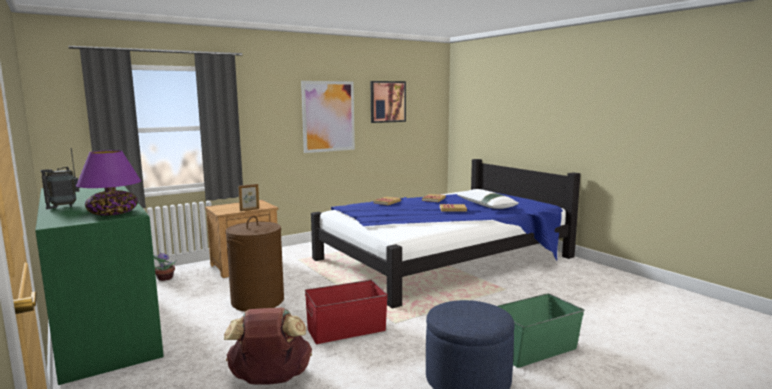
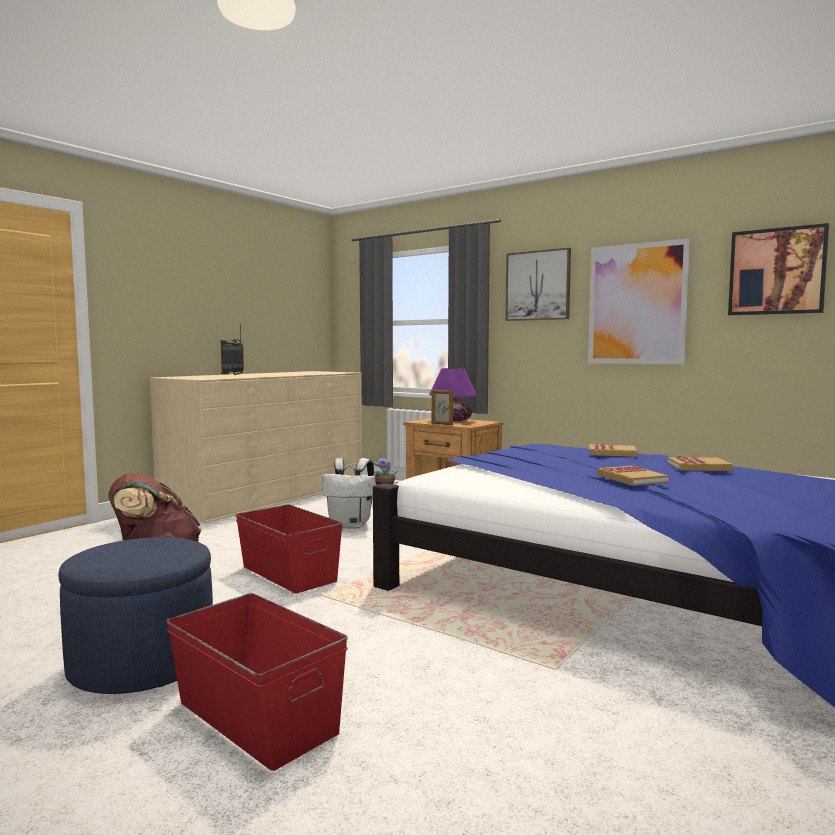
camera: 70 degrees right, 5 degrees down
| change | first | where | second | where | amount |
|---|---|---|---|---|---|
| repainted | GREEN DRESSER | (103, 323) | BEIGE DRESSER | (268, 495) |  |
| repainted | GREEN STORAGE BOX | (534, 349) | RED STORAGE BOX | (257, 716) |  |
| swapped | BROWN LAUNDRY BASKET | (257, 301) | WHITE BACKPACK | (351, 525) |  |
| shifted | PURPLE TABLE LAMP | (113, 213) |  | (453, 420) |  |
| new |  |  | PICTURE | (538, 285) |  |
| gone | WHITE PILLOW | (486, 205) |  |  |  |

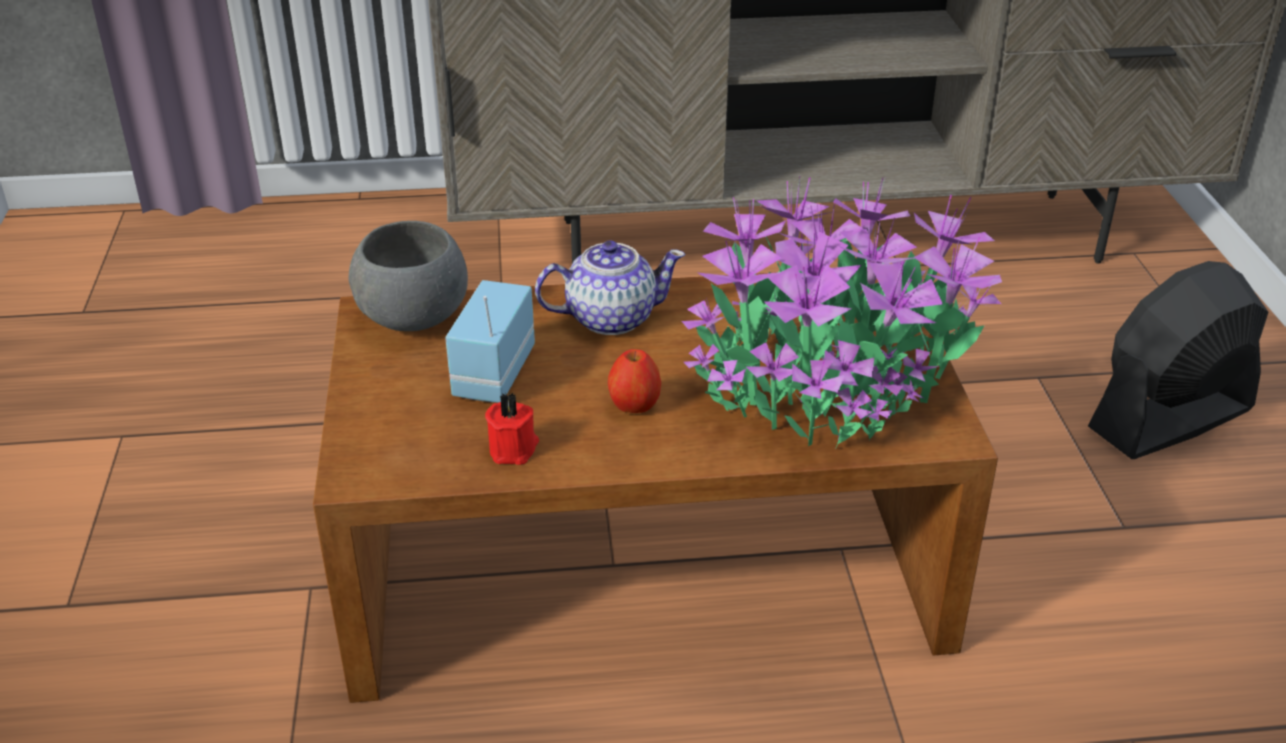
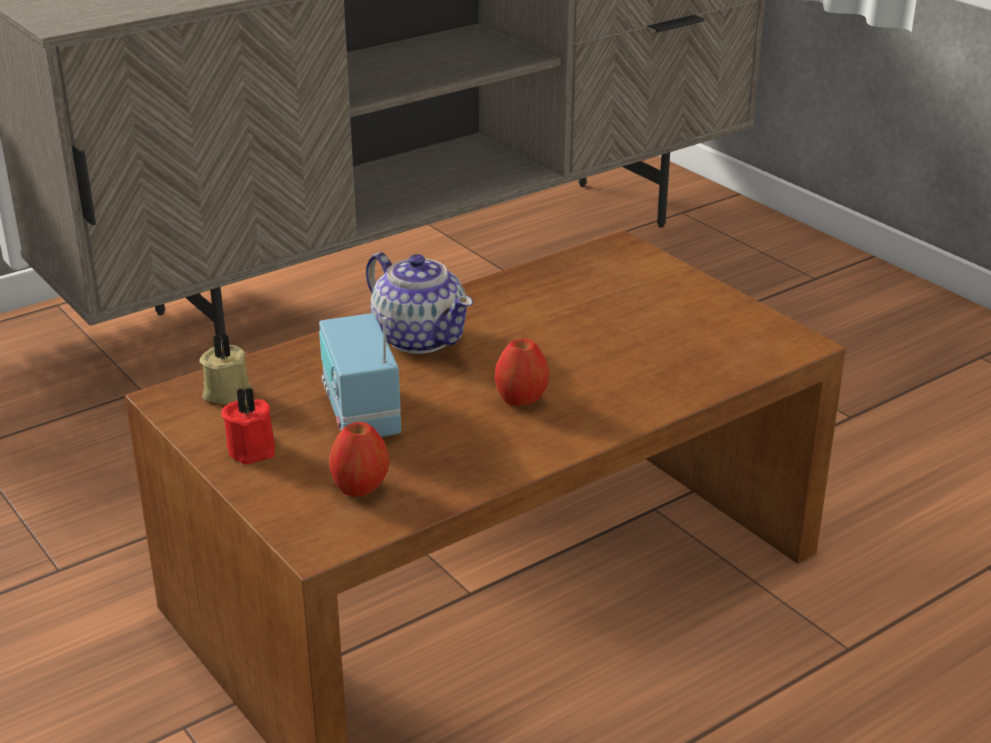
camera: 30 degrees left, 5 degrees down
| change | first | where | second | where | amount |
|---|---|---|---|---|---|
| swapped | GREY BOWL | (412, 319) | BEIGE CANDLE | (226, 392) |  |
| shifted | RED CANDLE | (514, 449) |  | (253, 448) |  |
| new |  |  | APPLE | (360, 489) |  |
| rotated | TEAPOT | (609, 318) |  | (419, 337) | 90 degrees clockwise |
| gone | POTTED PLANT | (829, 386) |  |  |  |
| gone | BLACK FAN | (1169, 419) |  |  |  |

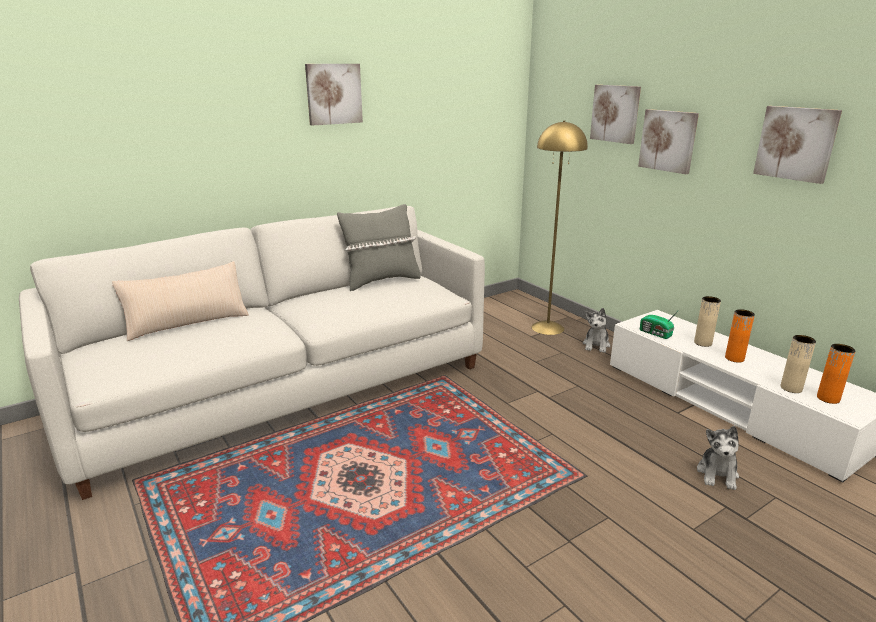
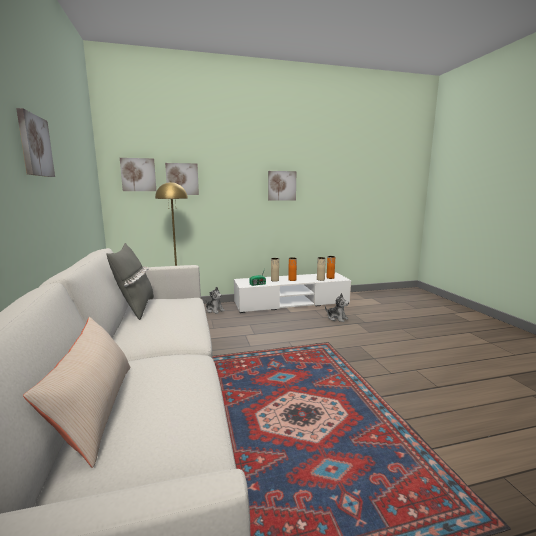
camera: 70 degrees left, 10 degrees down
| change | first | where | second | where | amount |
|---|---|---|---|---|---|
| shifted | PICTURE | (668, 141) |  | (138, 174) |  |

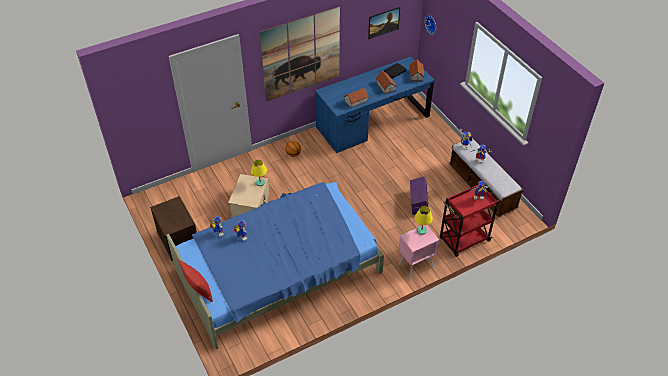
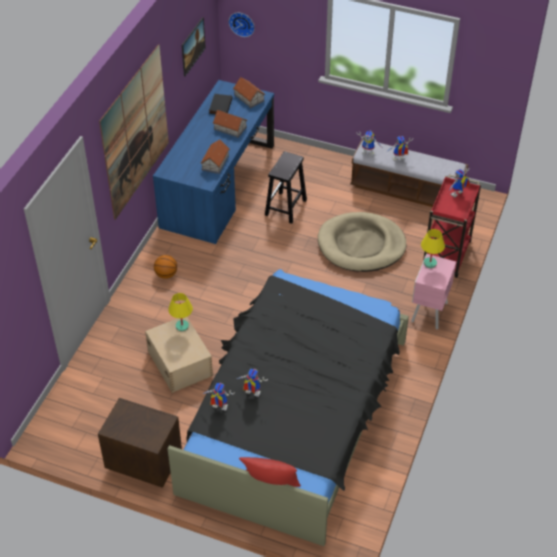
camera: 40 degrees left, 0 degrees up
| change | first | where | second | where | amount |
|---|---|---|---|---|---|
| repainted | BLUE BED | (280, 270) | BLACK BED | (296, 412) |  |
| new |  |  | BLACK STOOL | (285, 208) |  |
| swapped | PURPLE STORAGE BOX | (418, 202) | BEIGE DOG BED | (361, 245) |  |

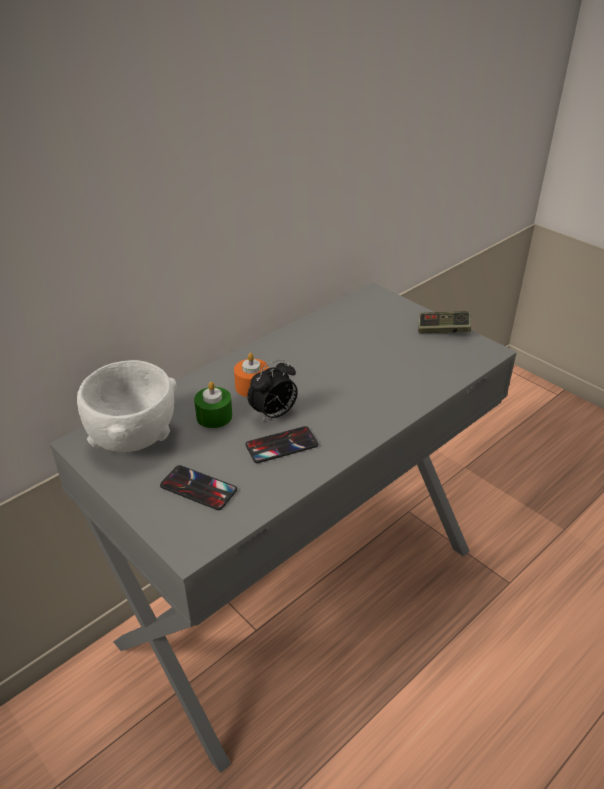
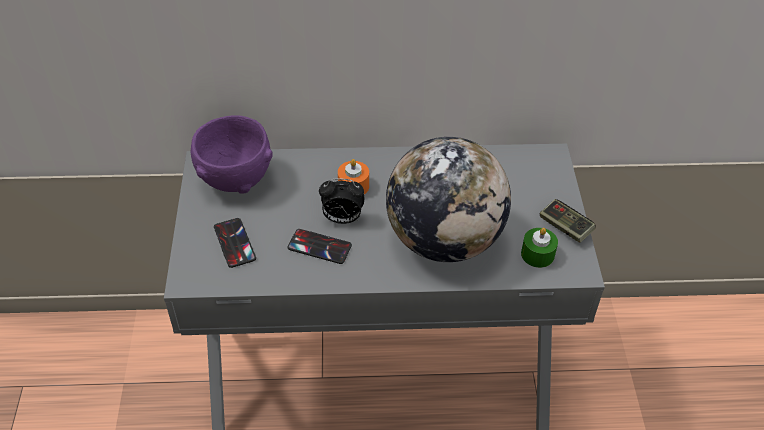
camera: 40 degrees right, 10 degrees up
| change | first | where | second | where | amount |
|---|---|---|---|---|---|
| repainted | WHITE BOWL | (133, 438) | PURPLE BOWL | (235, 179) |  |
| new |  |  | GLOBE | (444, 240) |  |
| shifted | GREEN CANDLE | (214, 416) |  | (537, 254) |  |

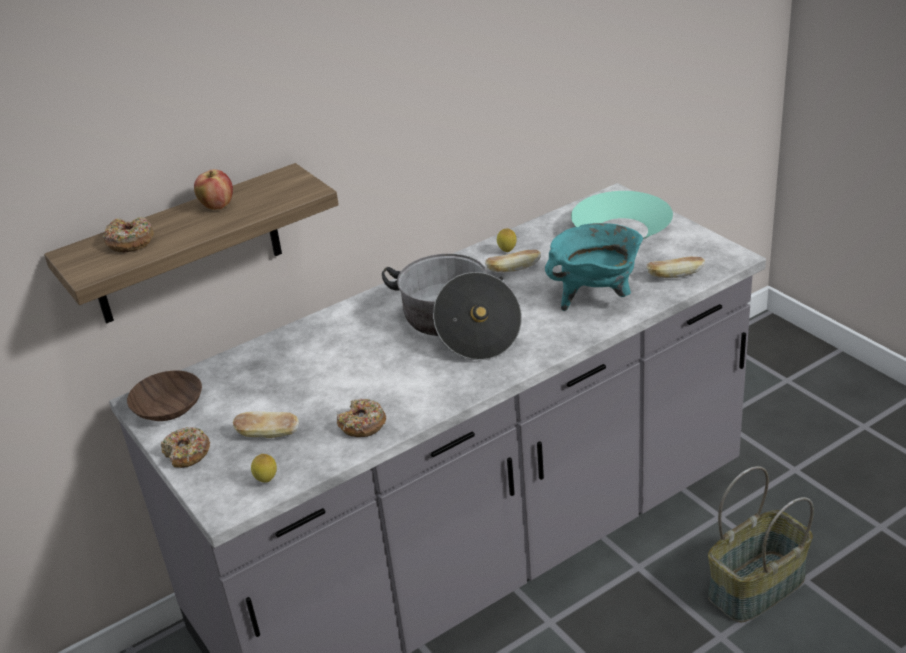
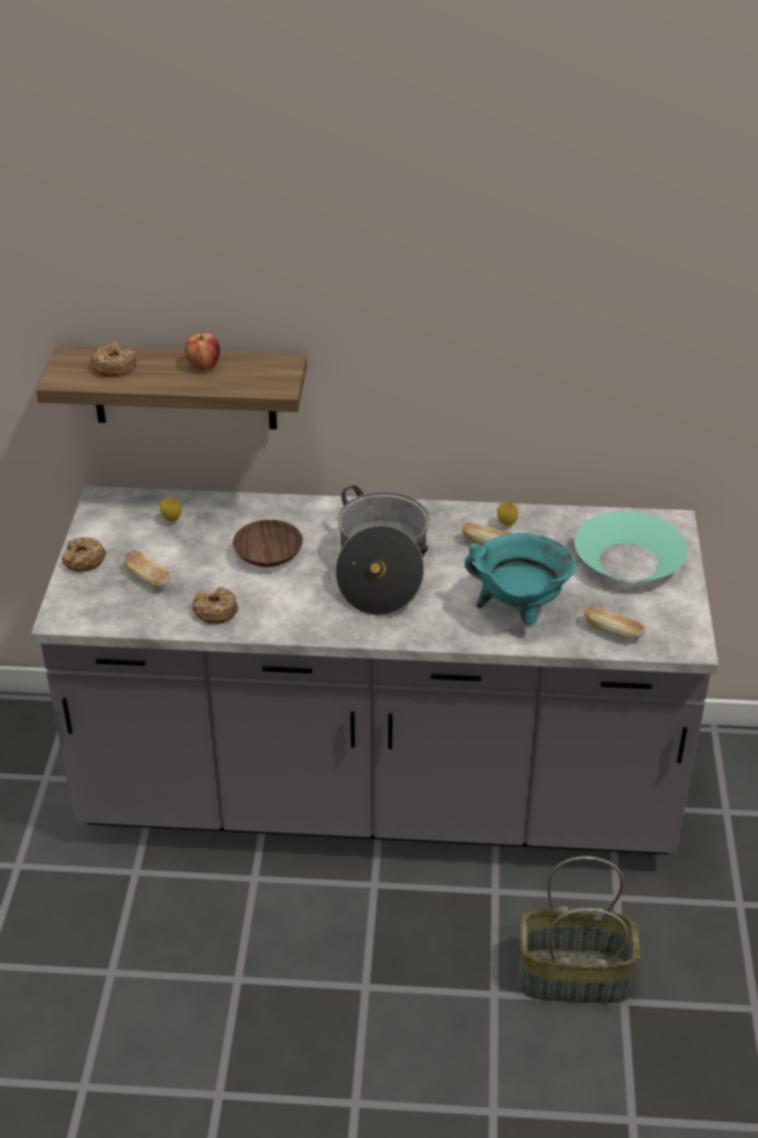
camera: 35 degrees right, 5 degrees up
| change | first | where | second | where | amount |
|---|---|---|---|---|---|
| shifted | LEMON | (267, 481) |  | (171, 521) |  |
| shifted | BROWN BOWL | (167, 407) |  | (268, 554) |  |

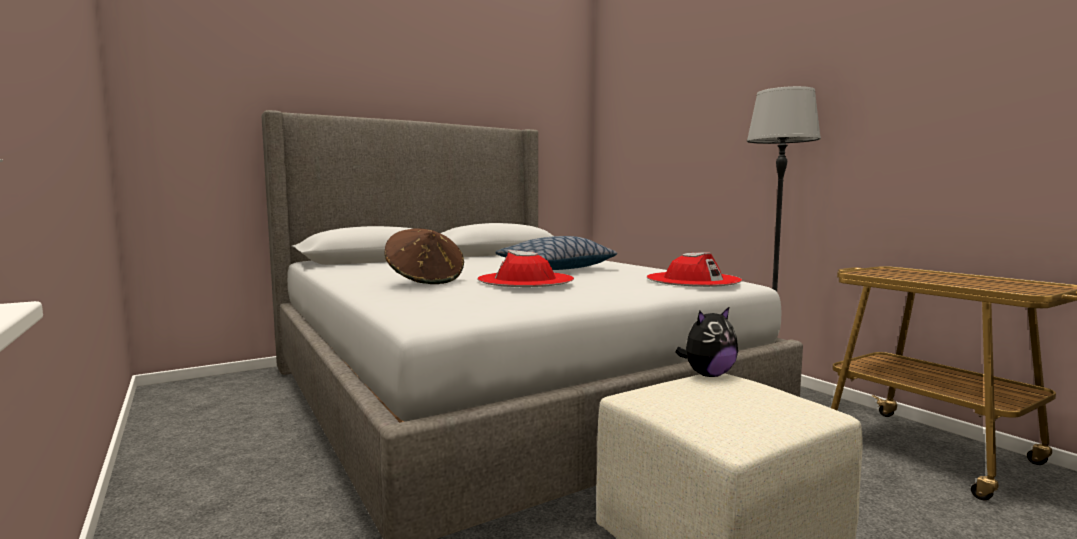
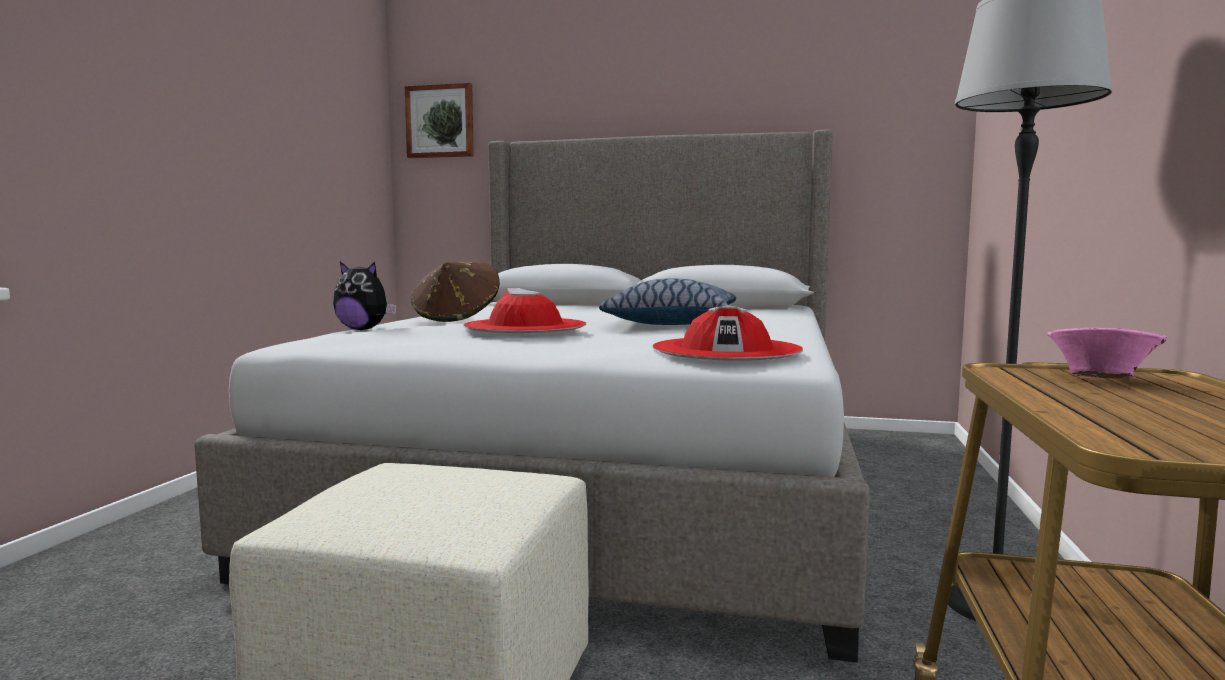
camera: 45 degrees right, 0 degrees up
| change | first | where | second | where | amount |
|---|---|---|---|---|---|
| shifted | PLUSH TOY | (708, 375) |  | (363, 329) |  |
| new |  |  | PICTURE | (440, 121) |  |
| new |  |  | PINK BOWL | (1099, 379) |  |

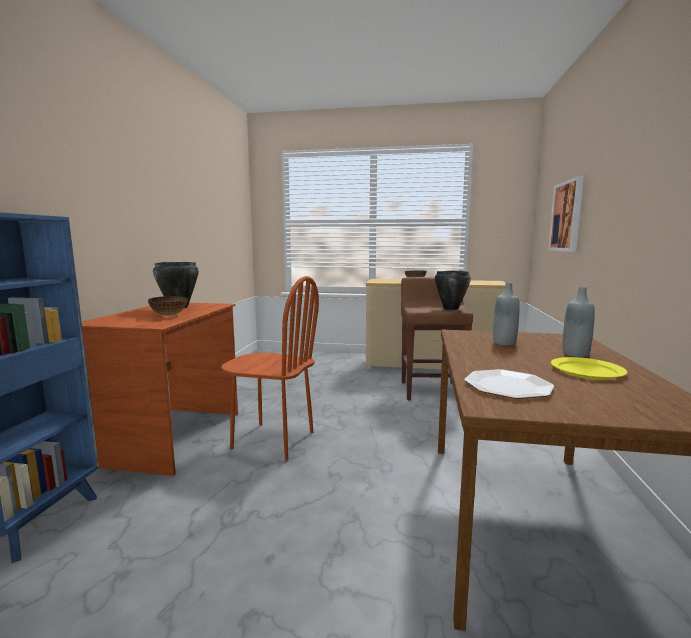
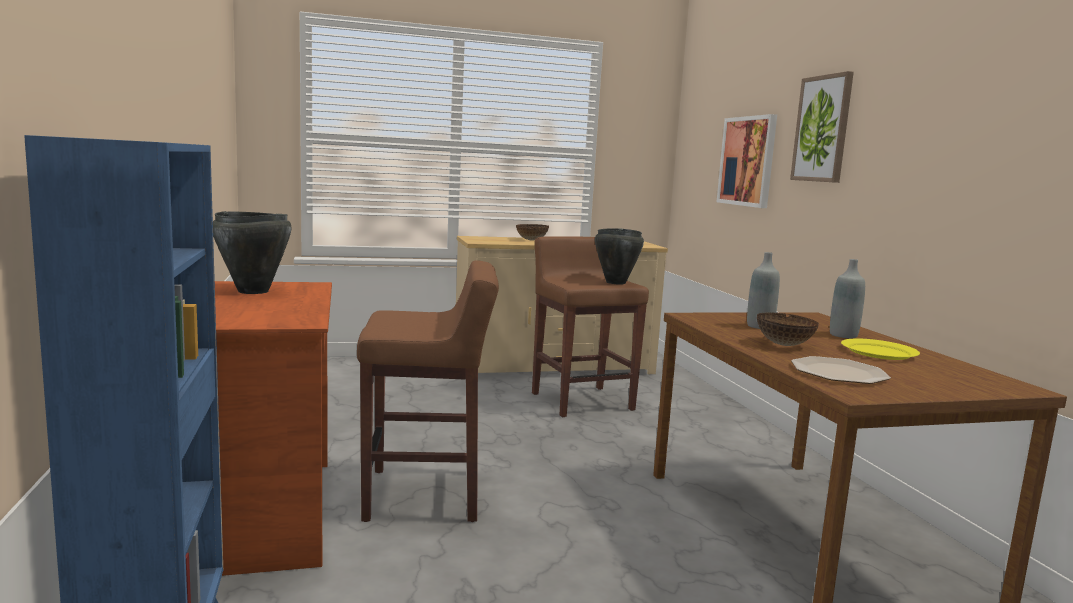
camera: 25 degrees left, 0 degrees up
| change | first | where | second | where | amount |
|---|---|---|---|---|---|
| swapped | BROWN CHAIR | (273, 440) | BROWN STOOL | (425, 495) |  |
| shifted | BOWL | (169, 315) |  | (785, 345) |  |
| new |  |  | PICTURE | (822, 129) |  |

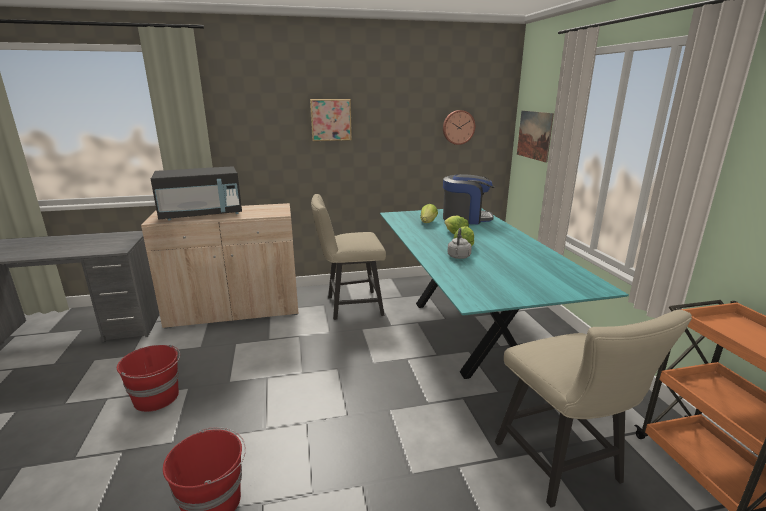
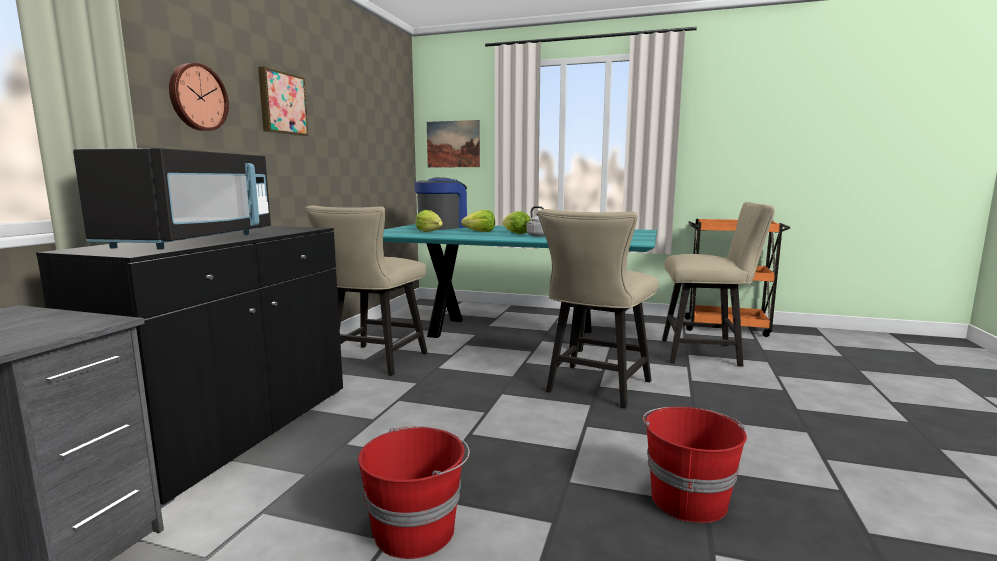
camera: 60 degrees left, 10 degrees down
| change | first | where | second | where | amount |
|---|---|---|---|---|---|
| repainted | BEIGE CABINET | (235, 311) | BLACK CABINET | (235, 431) |  |
| shifted | WALL CLOCK | (458, 127) |  | (197, 97) |  |
| new |  |  | BEIGE CHAIR | (595, 388) |  |

